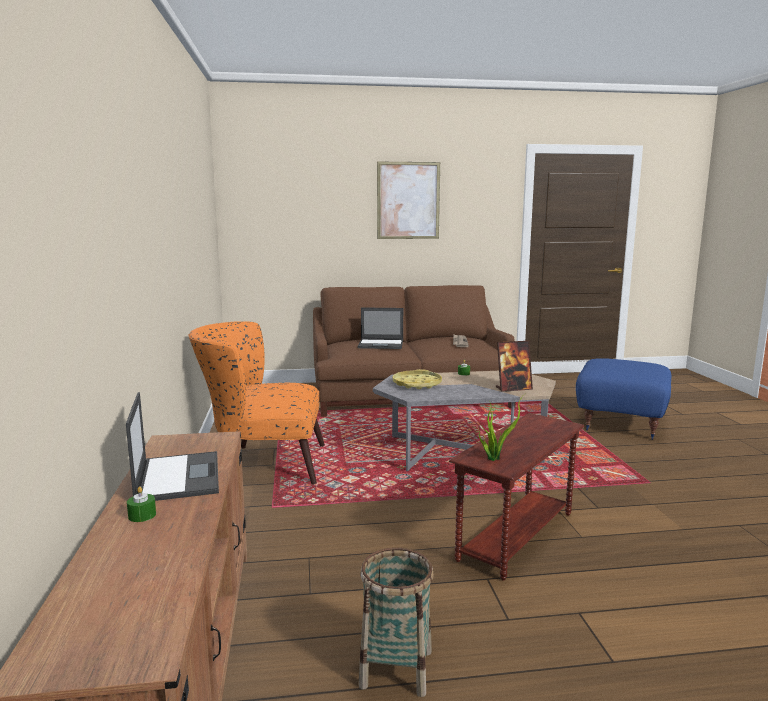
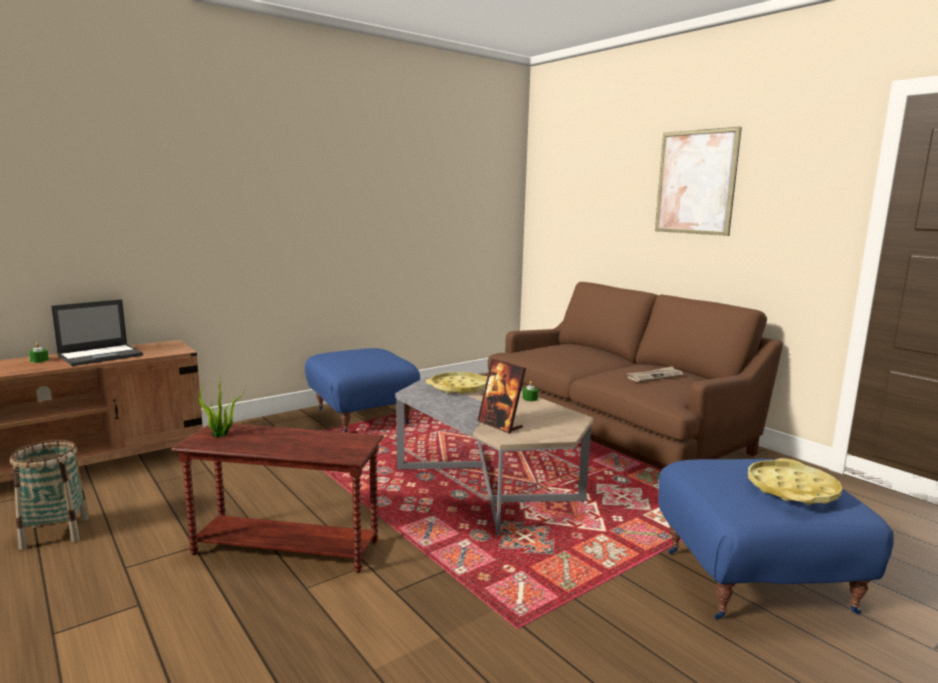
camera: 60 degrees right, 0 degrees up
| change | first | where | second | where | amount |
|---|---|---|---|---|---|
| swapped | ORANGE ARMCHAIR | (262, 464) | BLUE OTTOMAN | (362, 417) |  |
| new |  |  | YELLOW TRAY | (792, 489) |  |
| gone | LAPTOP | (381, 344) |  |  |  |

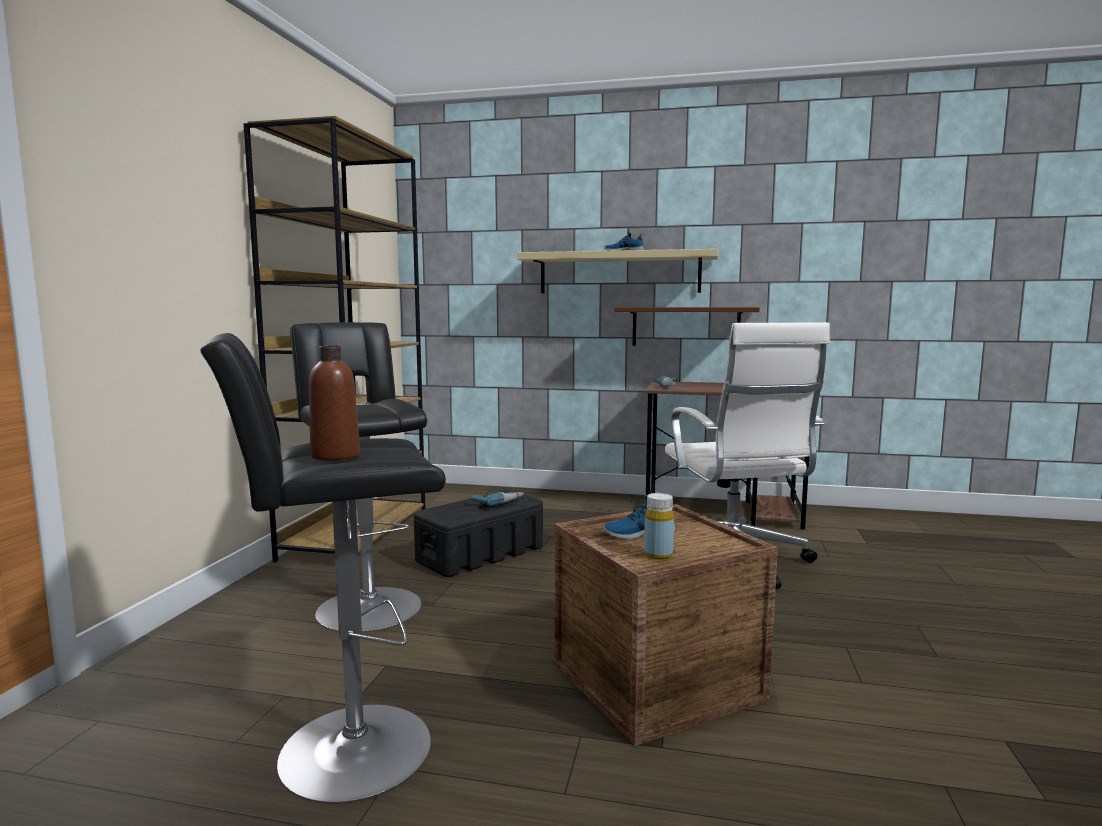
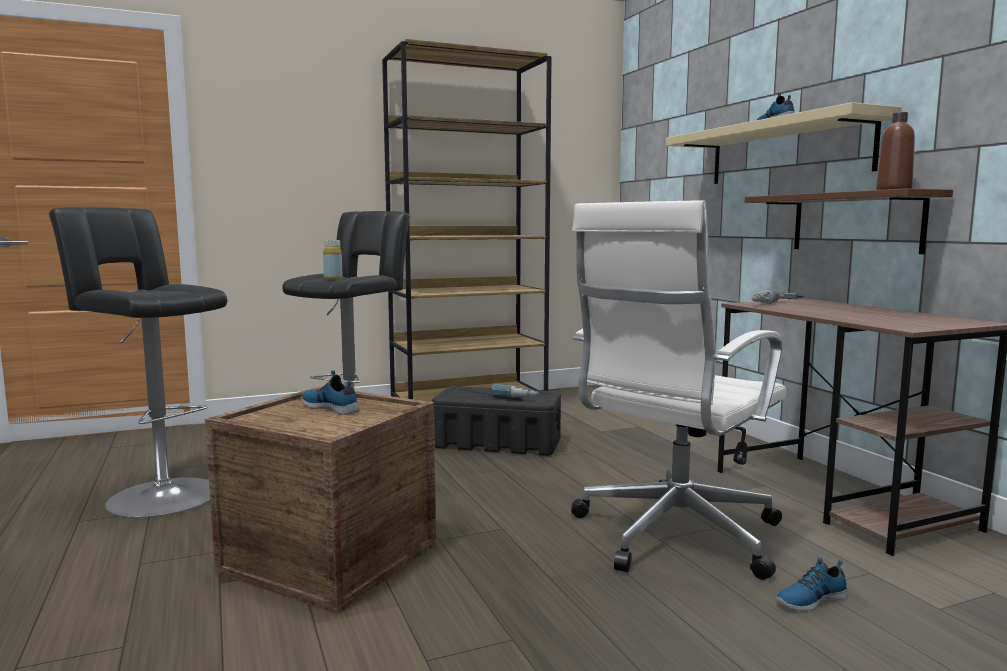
camera: 55 degrees right, 0 degrees up
| change | first | where | second | where | amount |
|---|---|---|---|---|---|
| shifted | YELLOW BOTTLE | (658, 555) |  | (333, 279) |  |
| new |  |  | SHOE | (810, 599) |  |
| shifted | BROWN BOTTLE | (335, 456) |  | (893, 190) |  |

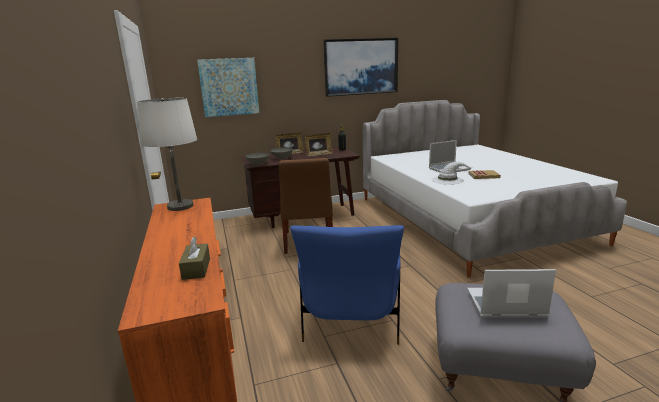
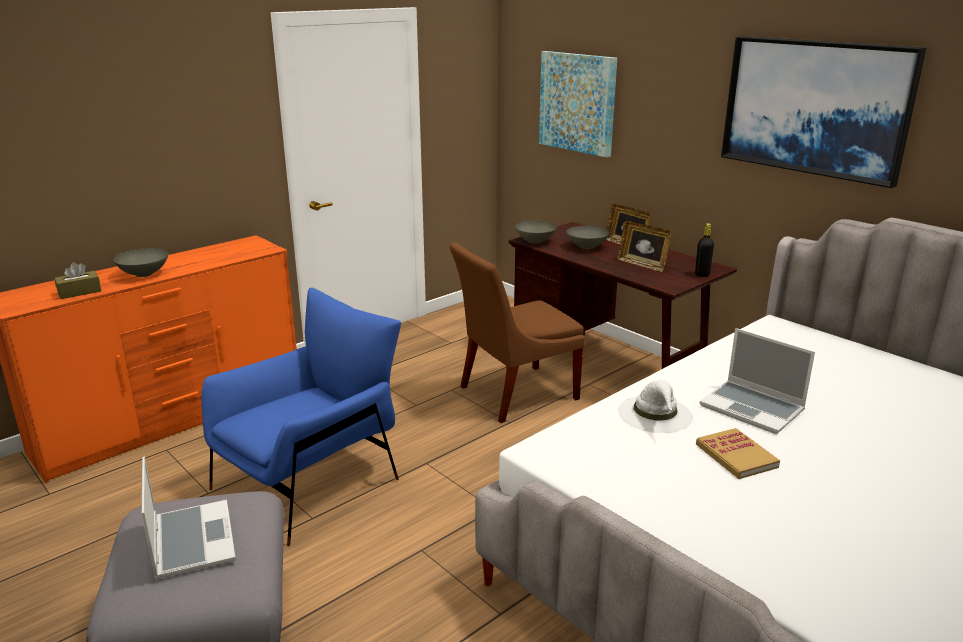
camera: 65 degrees right, 5 degrees up
| change | first | where | second | where | amount |
|---|---|---|---|---|---|
| new |  |  | GREY BOWL | (144, 274) |  |
| rotated | BLUE ARMCHAIR | (351, 316) |  | (310, 481) | 150 degrees clockwise |
| gone | WHITE TABLE LAMP | (180, 206) |  |  |  |

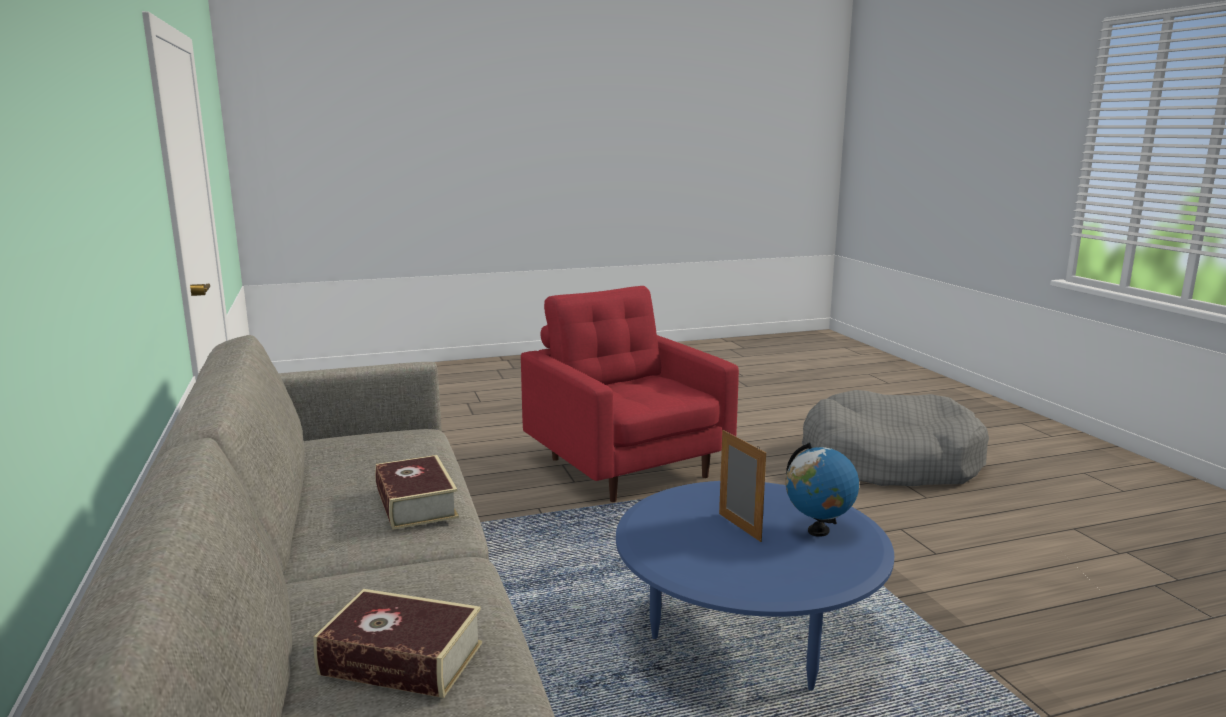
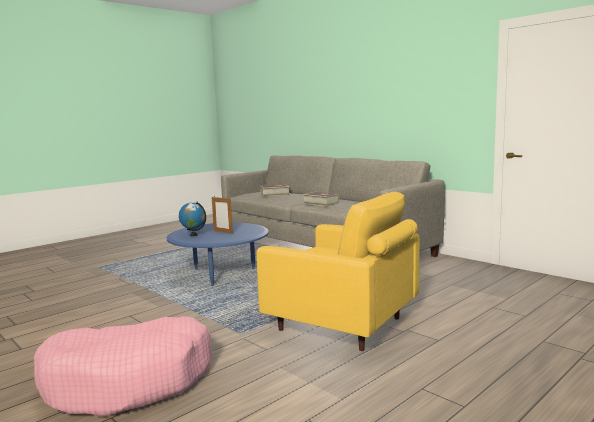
camera: 155 degrees right, 5 degrees down
| change | first | where | second | where | amount |
|---|---|---|---|---|---|
| repainted | GREY DOG BED | (889, 461) | PINK DOG BED | (129, 381) |  |
| repainted | RED ARMCHAIR | (626, 466) | YELLOW ARMCHAIR | (342, 325) |  |

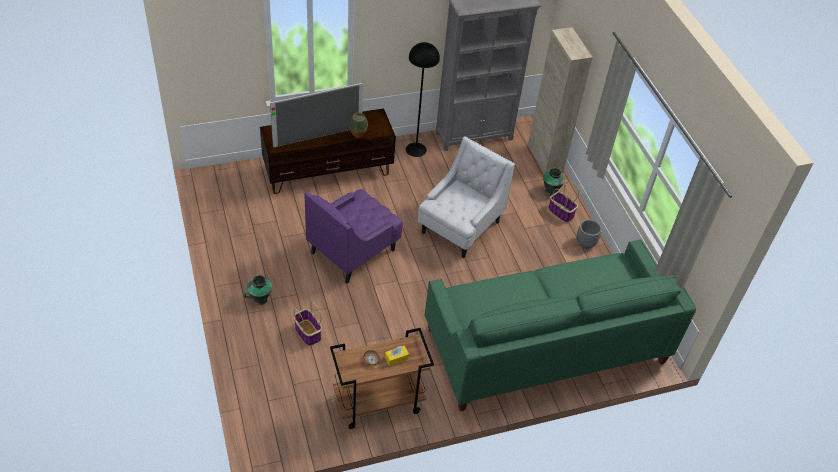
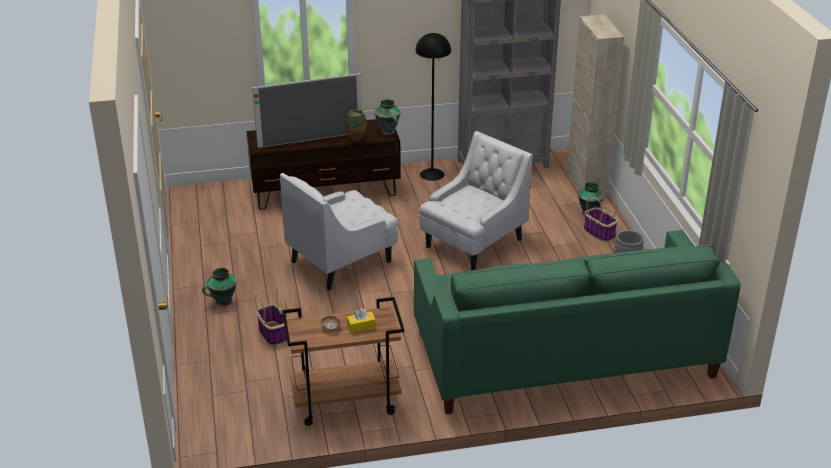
camera: 10 degrees right, 15 degrees down
| change | first | where | second | where | amount |
|---|---|---|---|---|---|
| repainted | PURPLE ARMCHAIR | (353, 251) | WHITE ARMCHAIR | (342, 261) |  |
| new |  |  | VASE | (388, 131) |  |

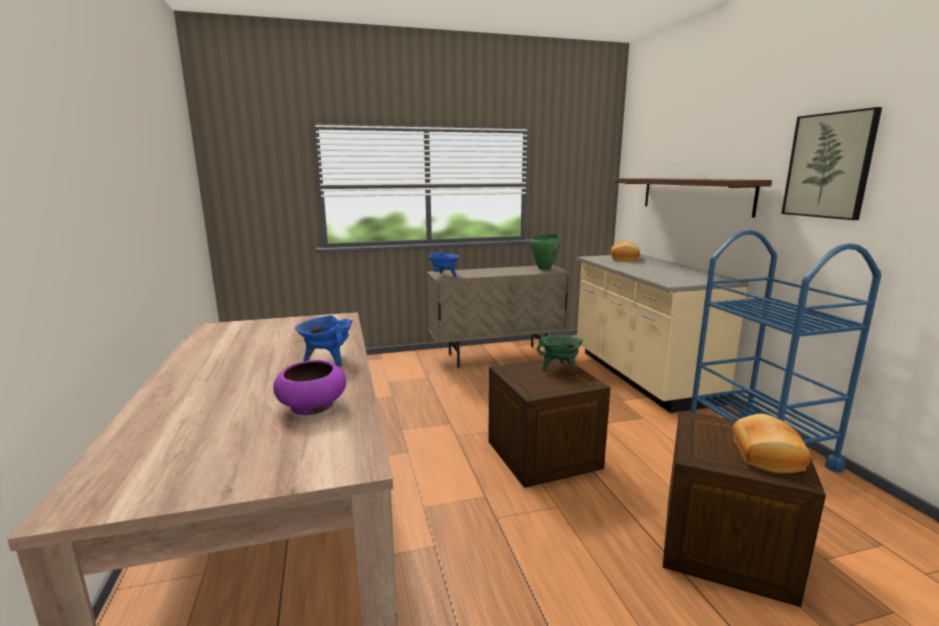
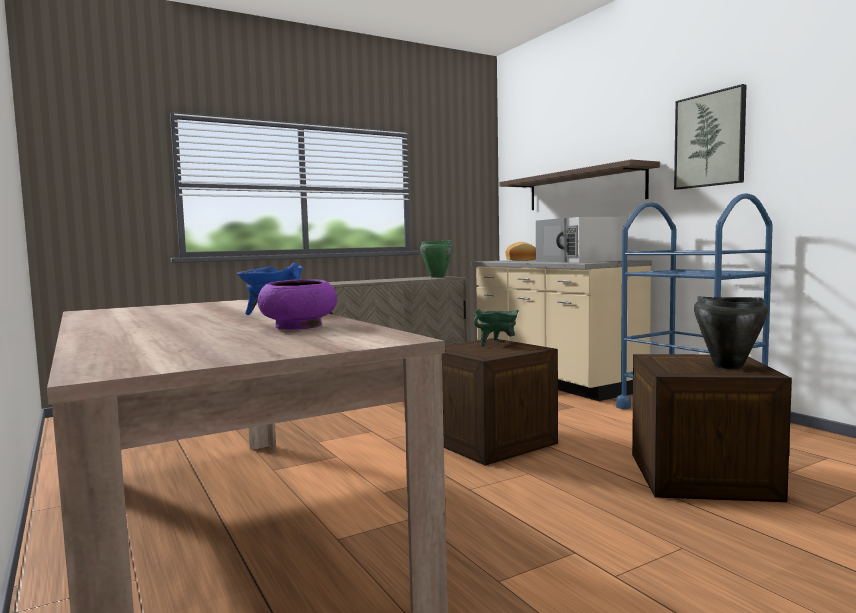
camera: 15 degrees left, 10 degrees down
| change | first | where | second | where | amount |
|---|---|---|---|---|---|
| new |  |  | WHITE MICROWAVE | (580, 261) |  |
| swapped | BREAD | (764, 456) | BLACK COOKING POT | (727, 366) |  |
| gone | BLUE COOKING POT | (444, 276) |  |  |  |

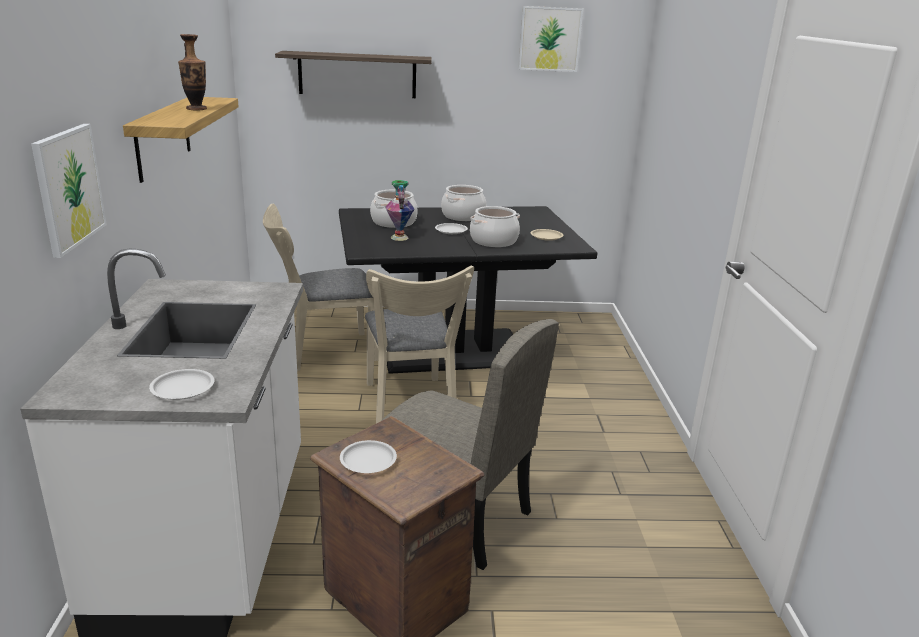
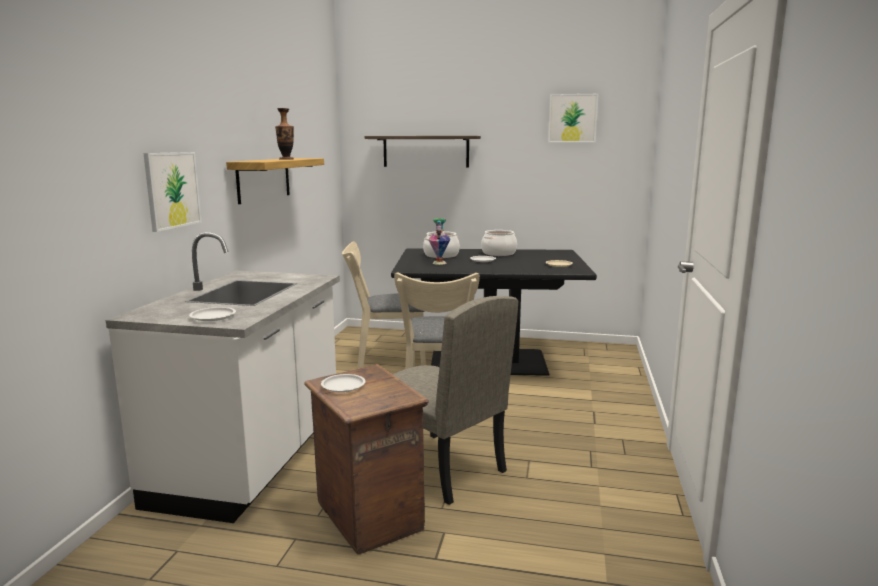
camera: 15 degrees right, 10 degrees down
| change | first | where | second | where | amount |
|---|---|---|---|---|---|
| gone | COOKING POT | (493, 241) |  |  |  |

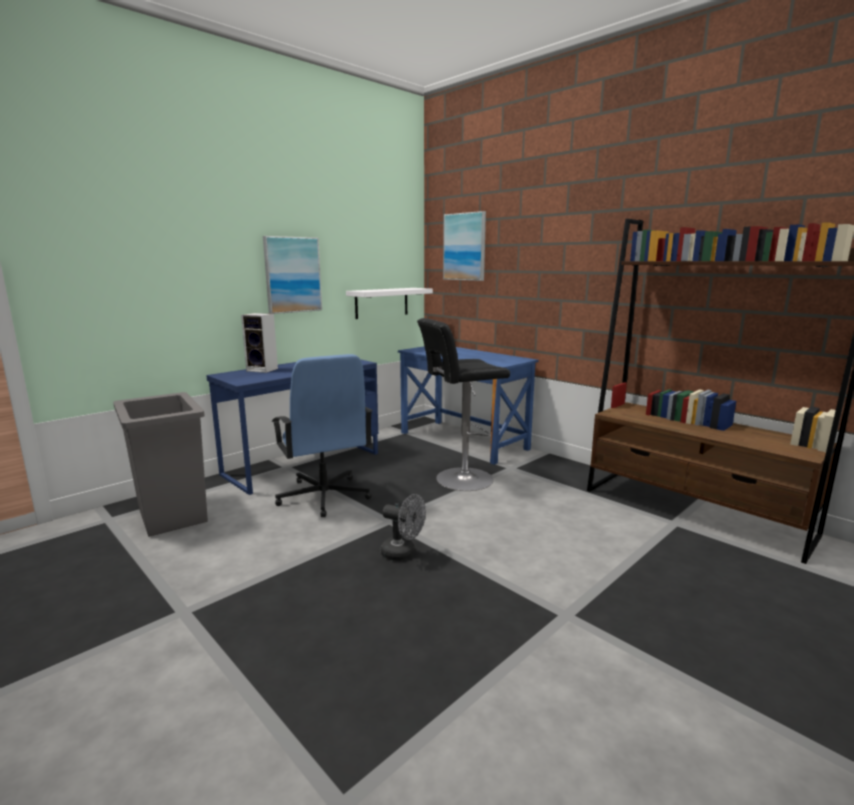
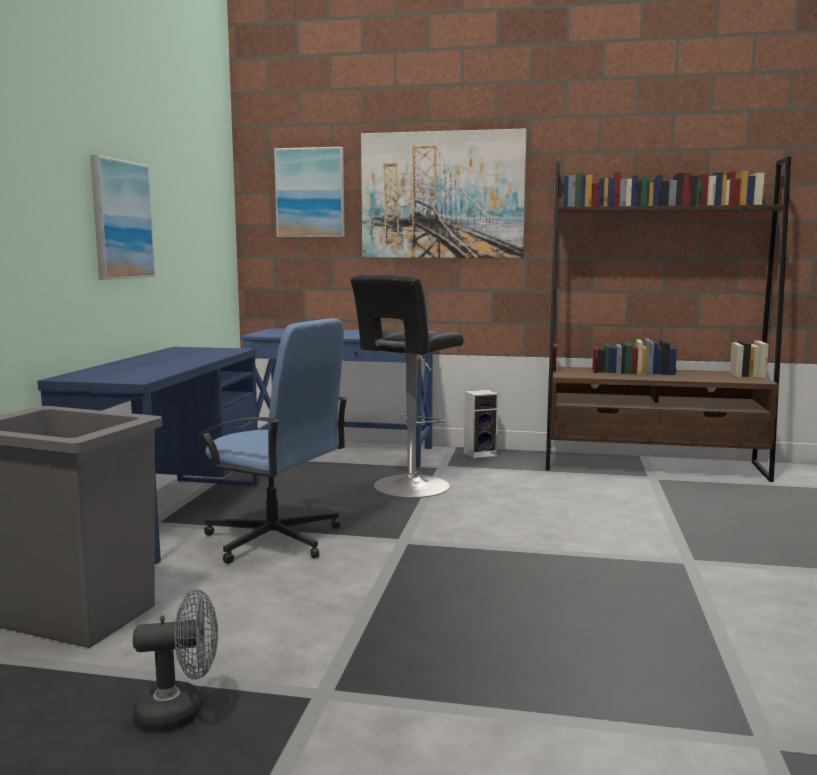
camera: 35 degrees left, 5 degrees down
| change | first | where | second | where | amount |
|---|---|---|---|---|---|
| shifted | GREY FAN | (403, 553) |  | (180, 712) |  |
| new |  |  | PICTURE | (442, 195) |  |
| shifted | SPEAKER | (263, 370) |  | (481, 454) |  |
| gone | WHITE SHELF | (382, 303) |  |  |  |

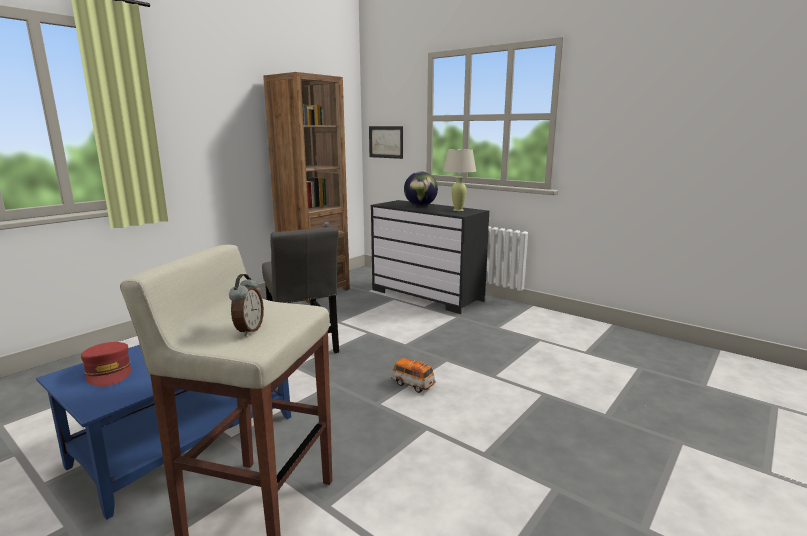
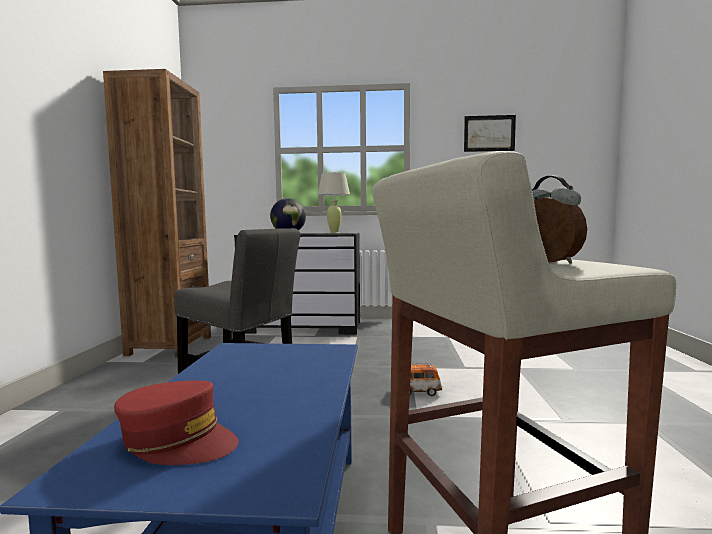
camera: 35 degrees left, 10 degrees down
| change | first | where | second | where | amount |
|---|---|---|---|---|---|
| shifted | PICTURE | (386, 142) |  | (489, 133) |  |

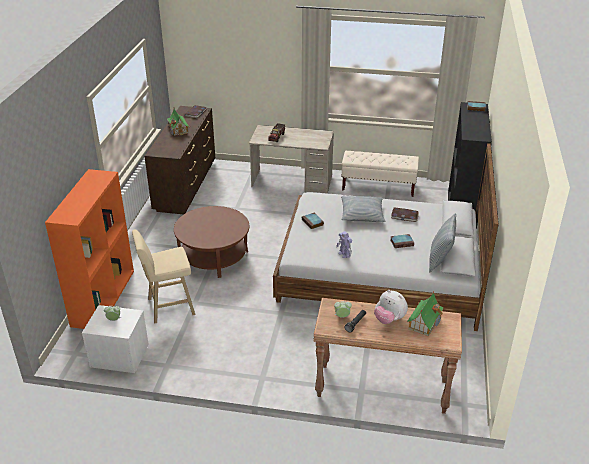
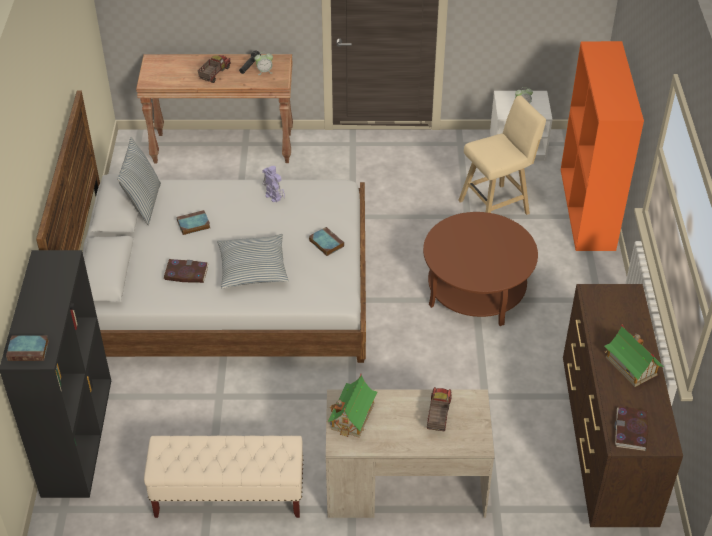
camera: 170 degrees right, 10 degrees up
| change | first | where | second | where | amount |
|---|---|---|---|---|---|
| swapped | PLUSH TOY | (389, 319) | TOY TRUCK | (214, 74) |  |
| shifted | TOY HOUSE | (424, 322) |  | (352, 416) |  |

